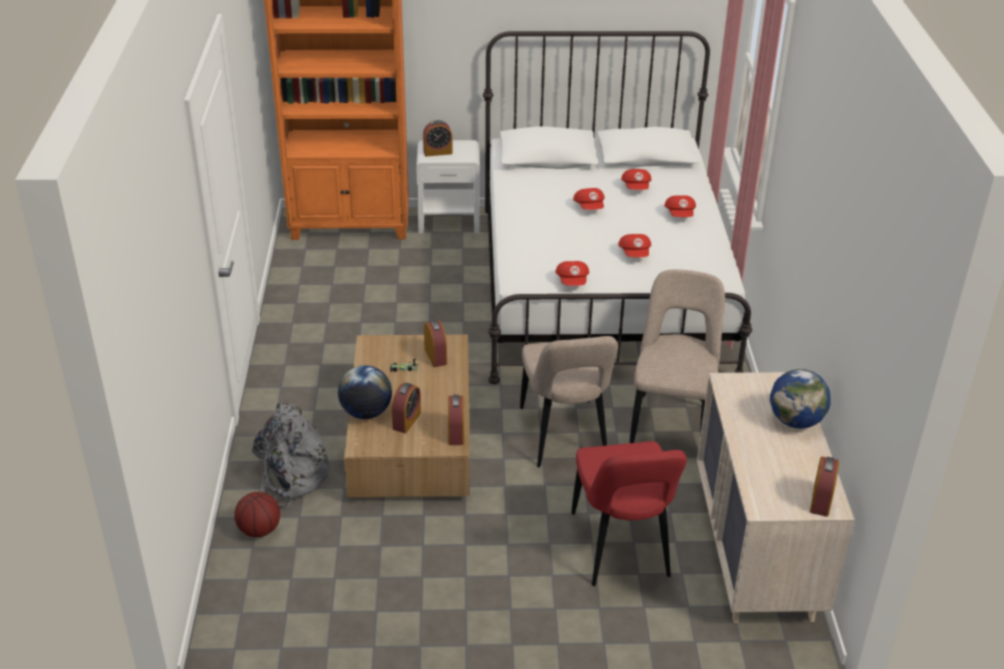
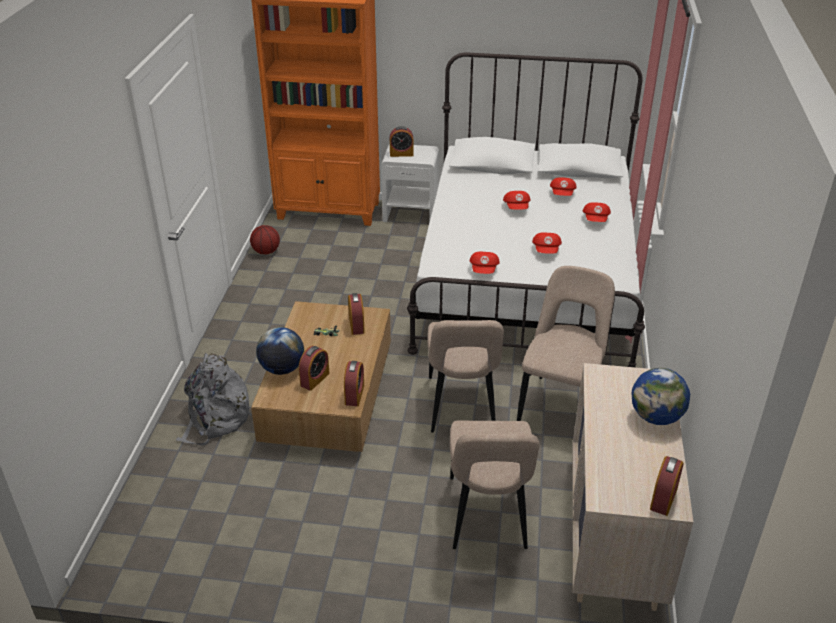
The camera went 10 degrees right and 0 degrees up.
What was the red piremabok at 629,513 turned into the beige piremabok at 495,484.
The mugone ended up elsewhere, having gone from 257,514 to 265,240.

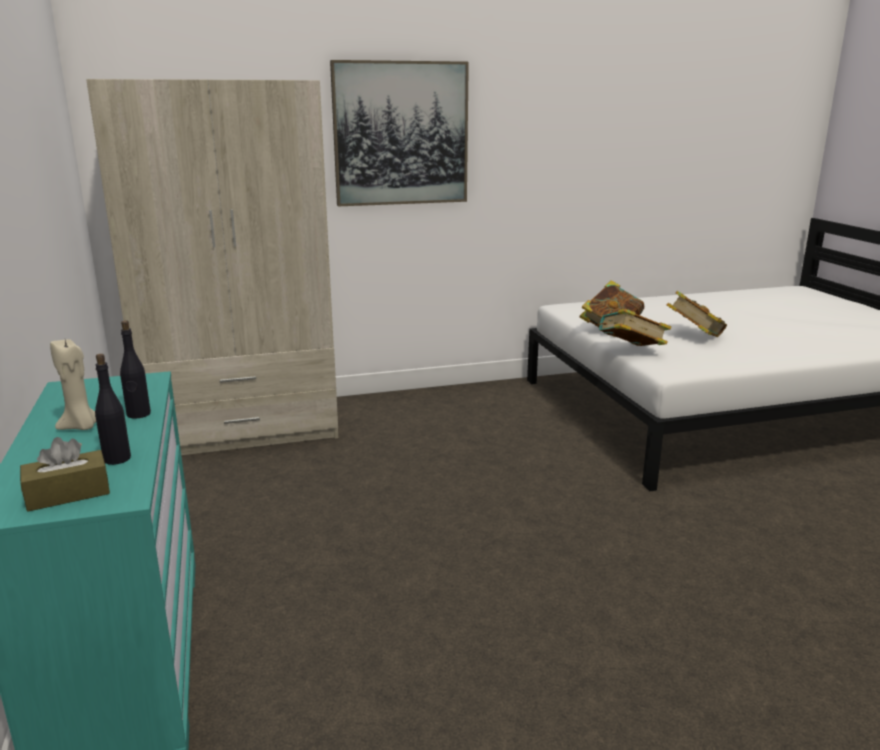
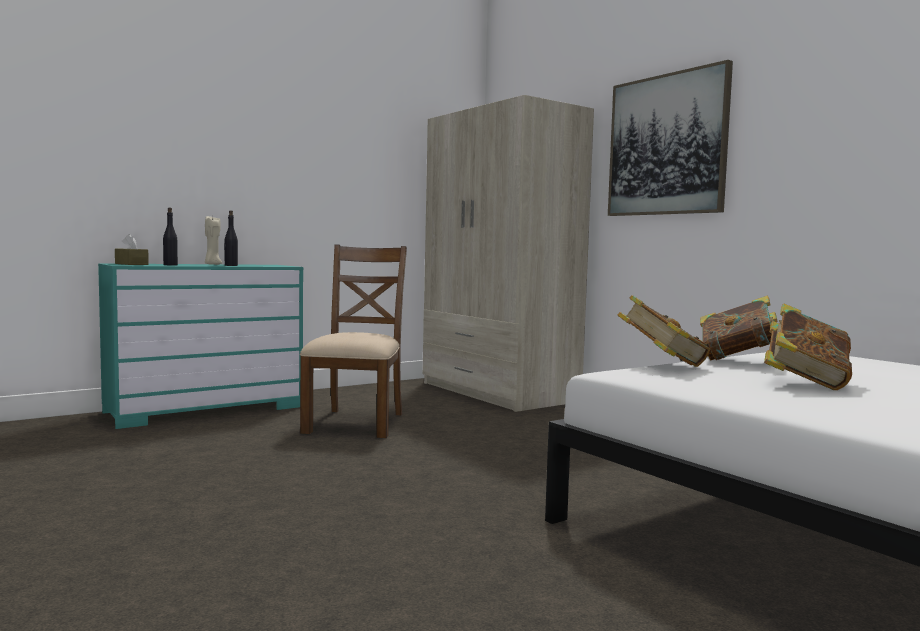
The camera went 70 degrees right and 15 degrees down.
The second view gained the brown piremabok at 353,341.

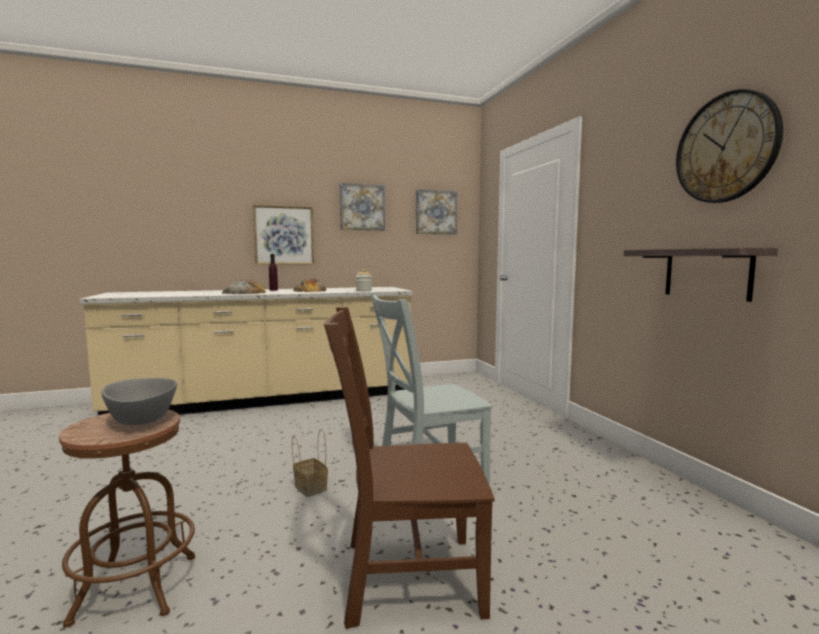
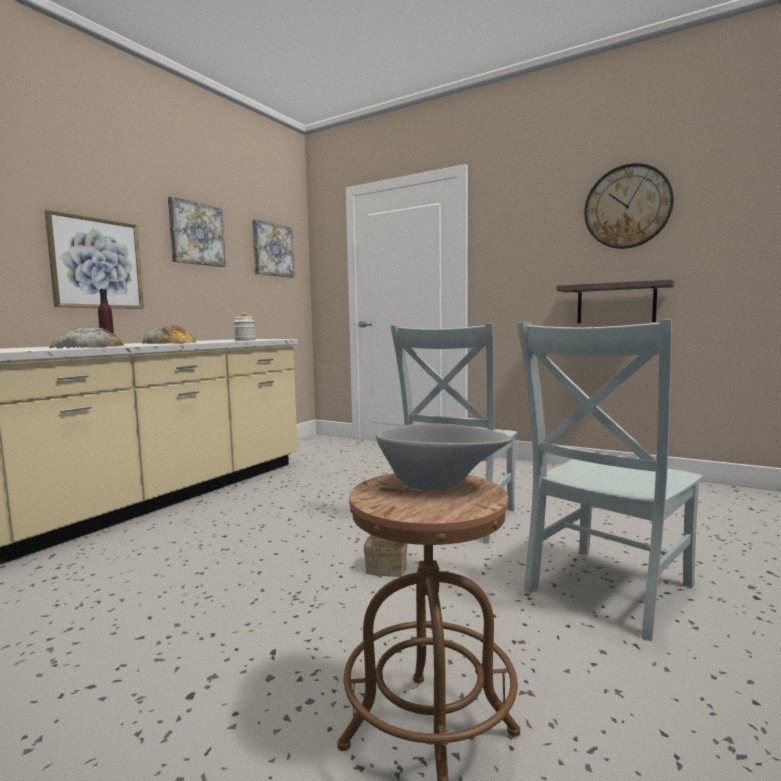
The camera went 40 degrees left and 0 degrees up.
What was the brown piremabok at 409,468 turned into the grey piremabok at 610,480.

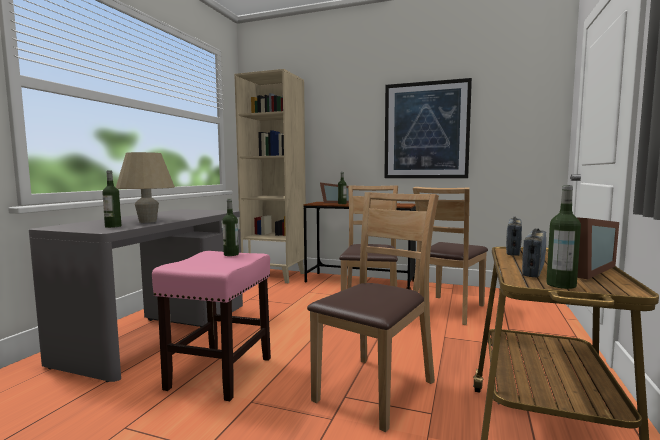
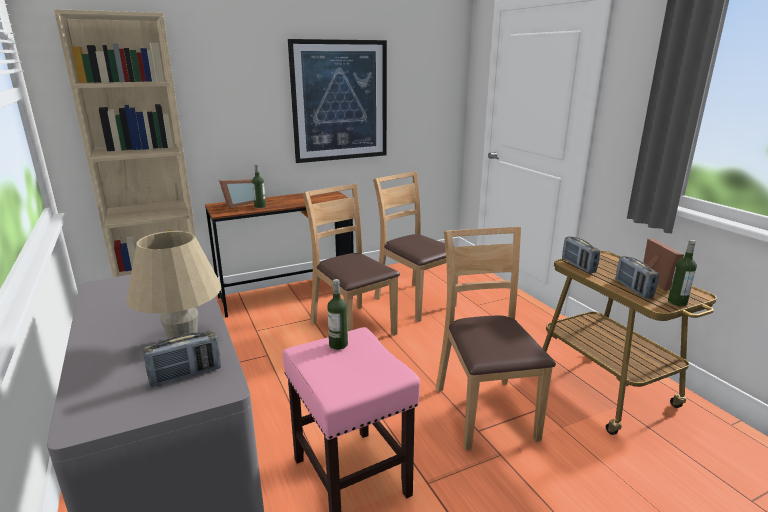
The camera went 45 degrees left and 15 degrees up.
Where the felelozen stood at 112,199, the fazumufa came to stand at 182,359.
The brown piremabok at 450,256 ended up facing another way, 150 degrees clockwise from before.

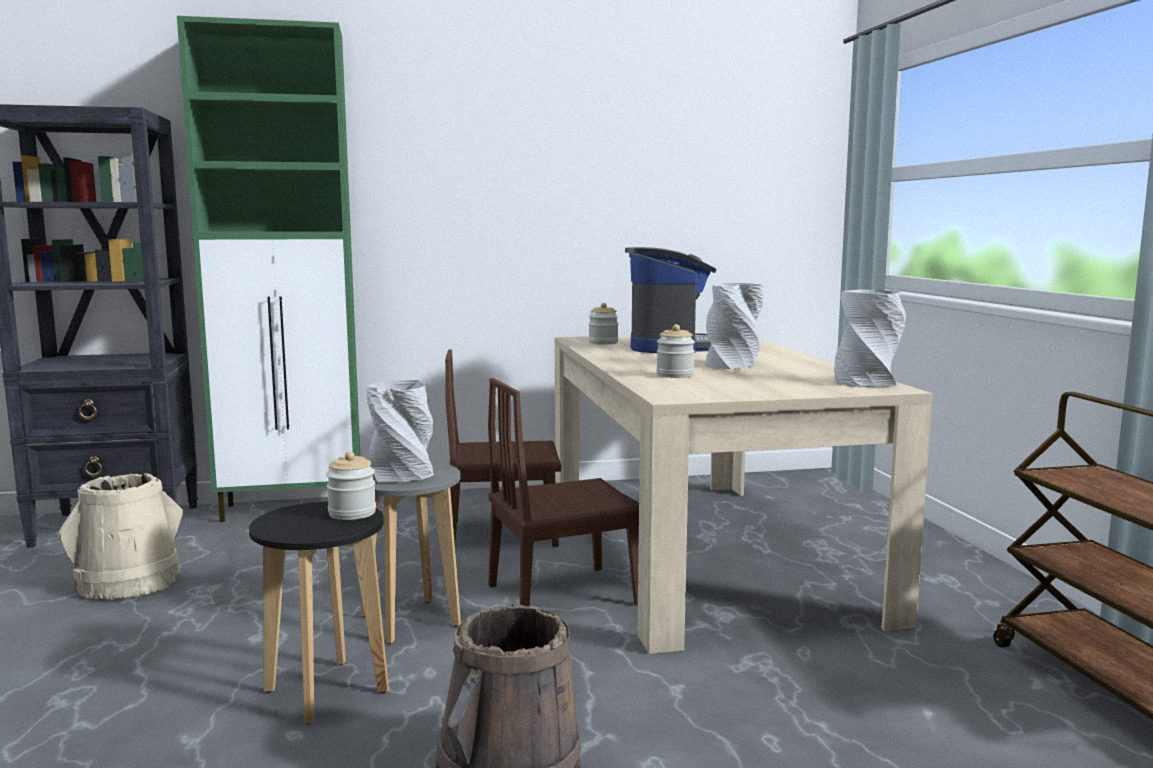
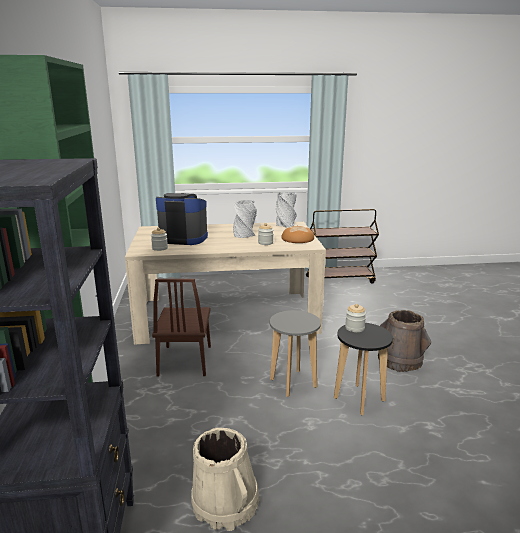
The camera went 85 degrees left and 10 degrees up.
The second view lost the brown piremabok at 563,492.
The second view lost the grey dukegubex at 400,431.
The second view gained the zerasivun at 298,234.

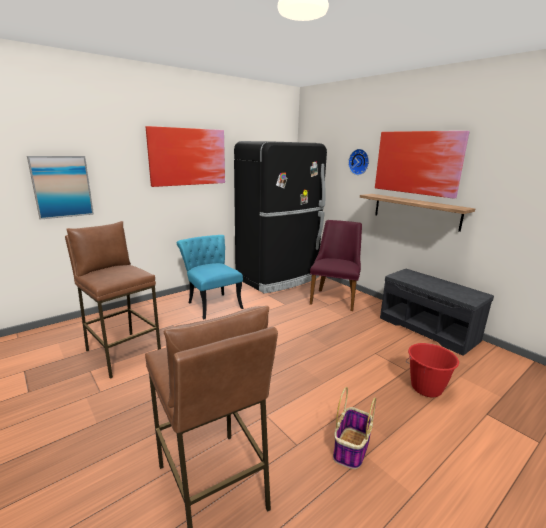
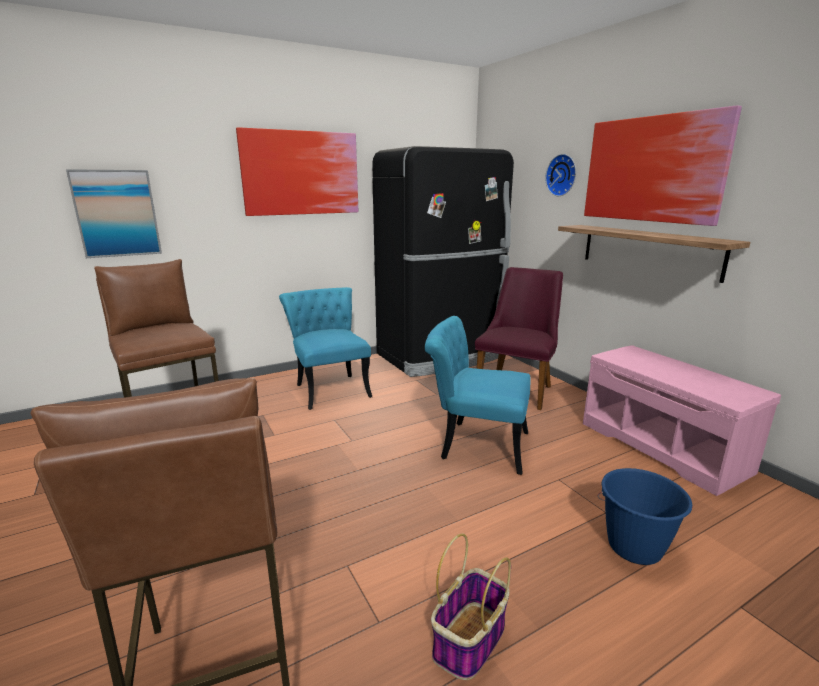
The camera went 10 degrees right and 0 degrees up.
What was the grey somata at 437,312 turned into the pink somata at 682,420.
What was the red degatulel at 432,370 turned into the blue degatulel at 645,516.
The second view gained the turquoise piremabok at 478,395.

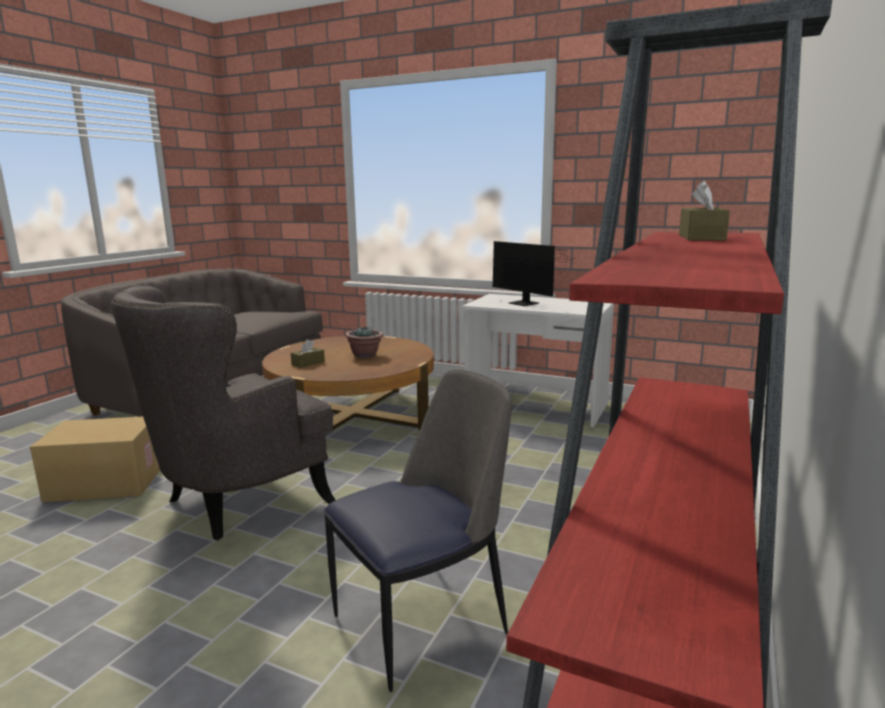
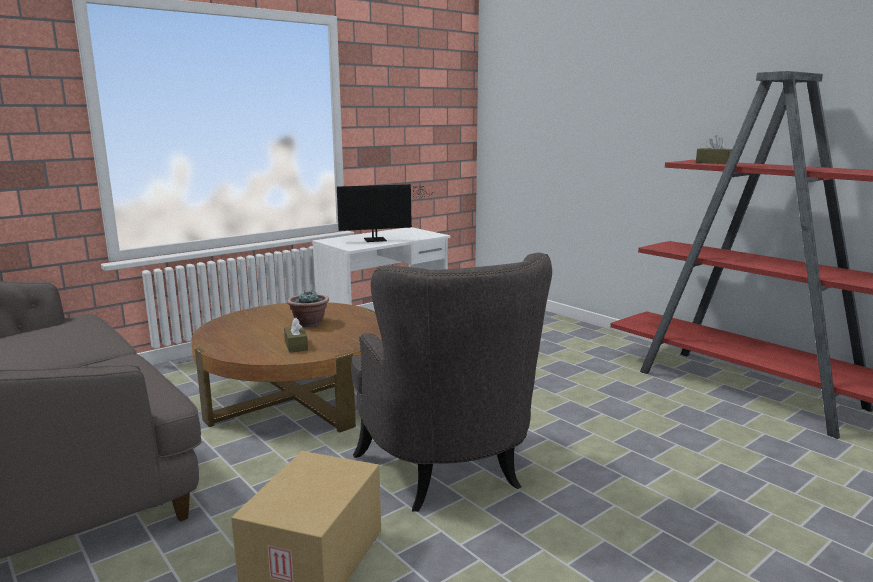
The camera went 65 degrees left and 0 degrees up.
The second view lost the piremabok at 418,531.

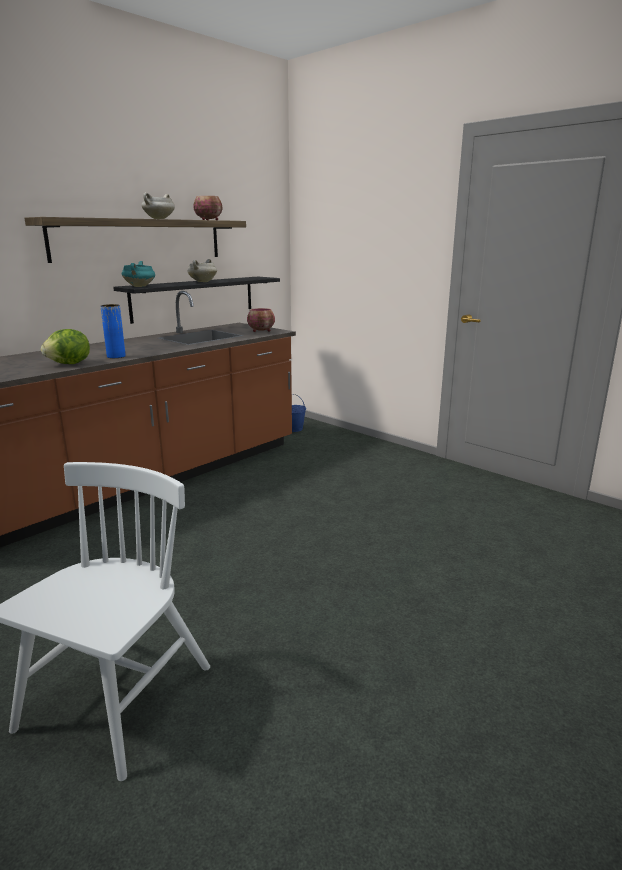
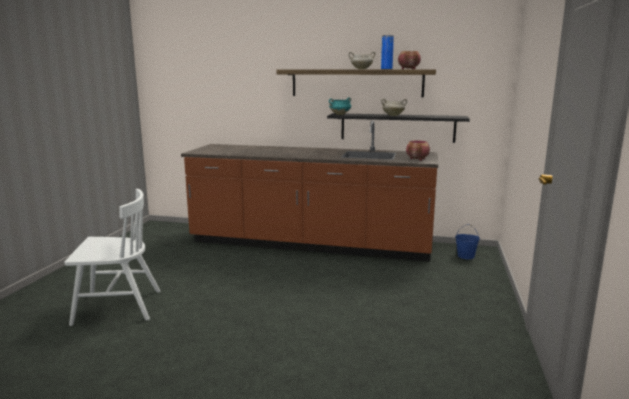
The camera went 60 degrees right and 5 degrees down.
The blue dukegubex ended up elsewhere, having gone from 113,331 to 387,52.
The second view lost the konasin at 65,346.

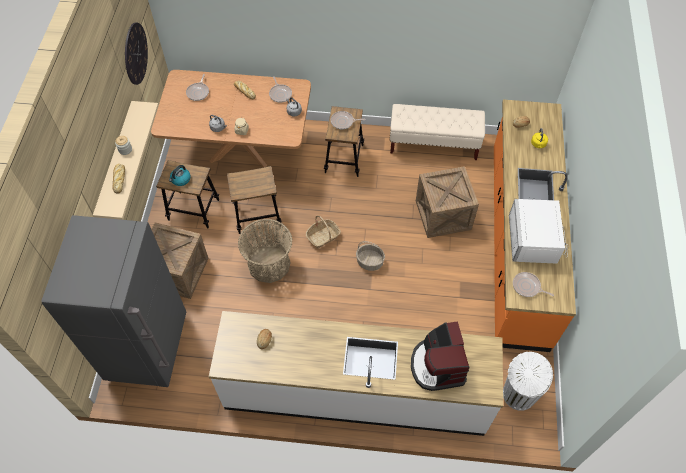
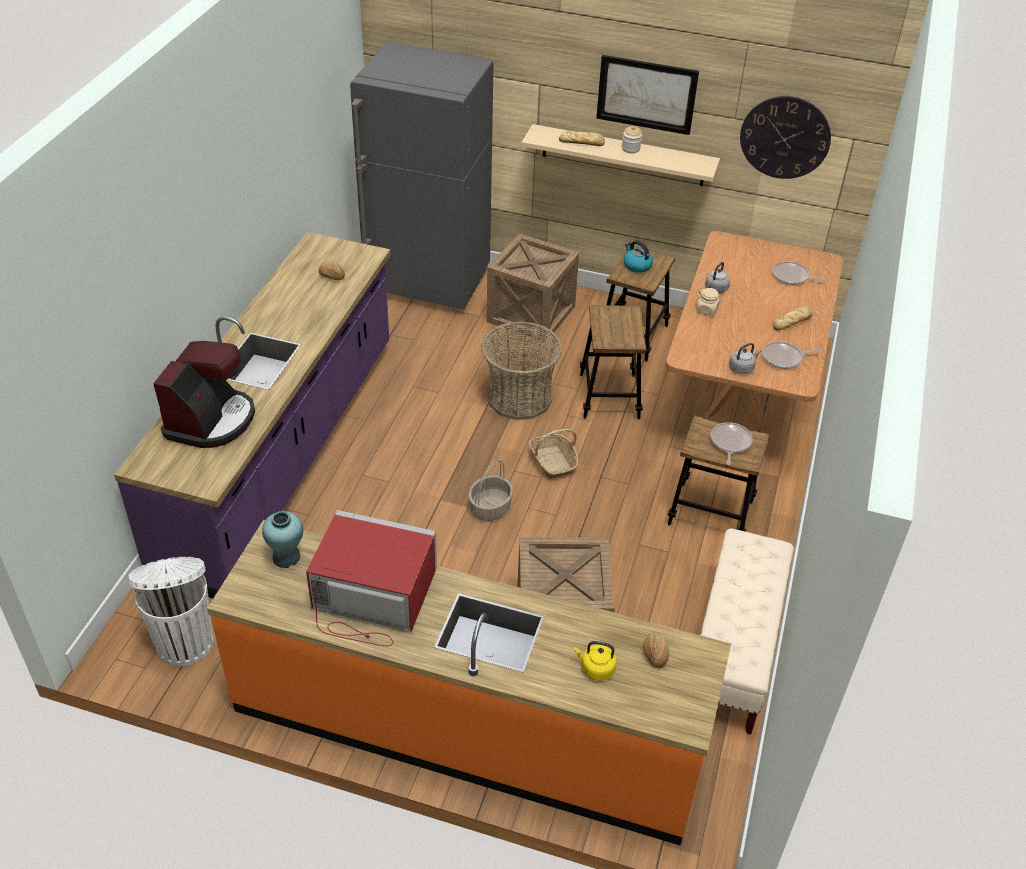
The camera went 100 degrees right and 15 degrees down.
What was the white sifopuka at 538,231 turned into the red sifopuka at 371,578.
Where the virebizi stood at 533,284, the turquoise dukegubex came to stand at 282,539.
What was the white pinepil at 356,373 turned into the purple pinepil at 252,415.
The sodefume at 440,356 ended up facing another way, 105 degrees clockwise from before.
The second view gained the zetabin at 647,95.

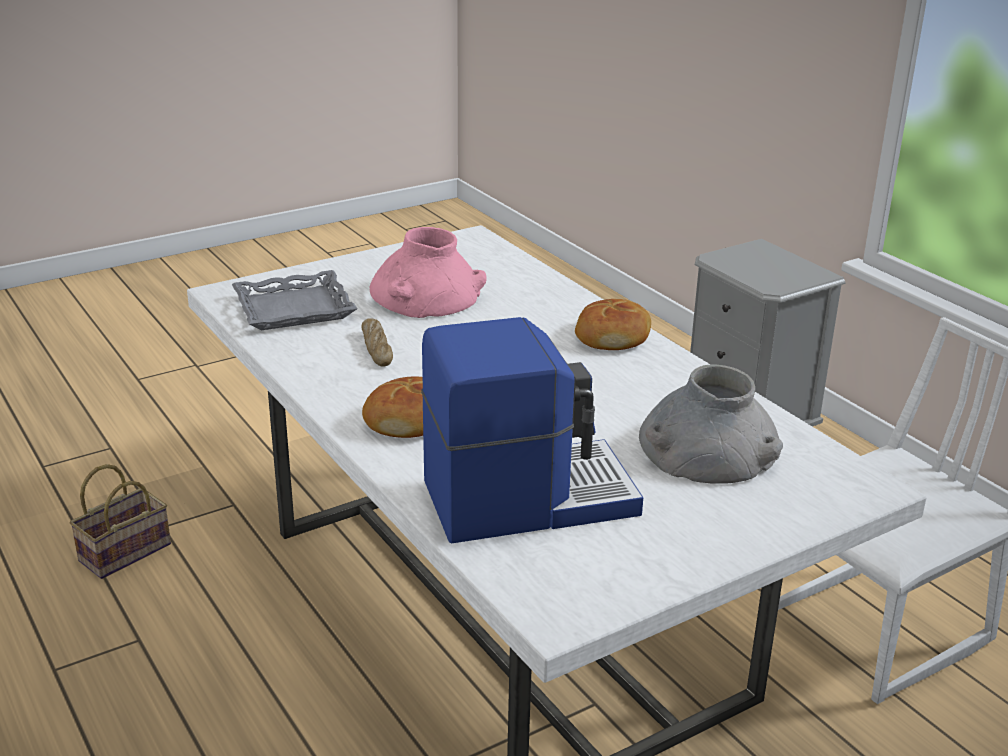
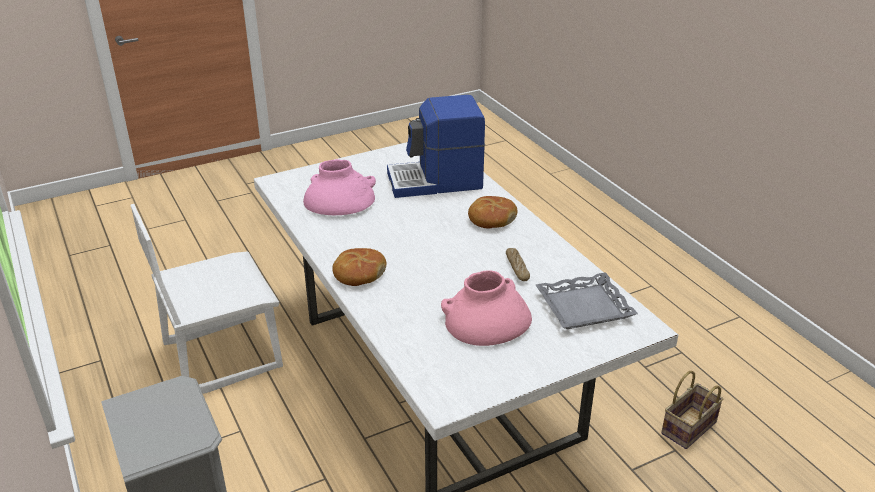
The camera went 175 degrees left and 5 degrees up.
What was the grey dukegubex at 711,424 turned into the pink dukegubex at 339,187.

